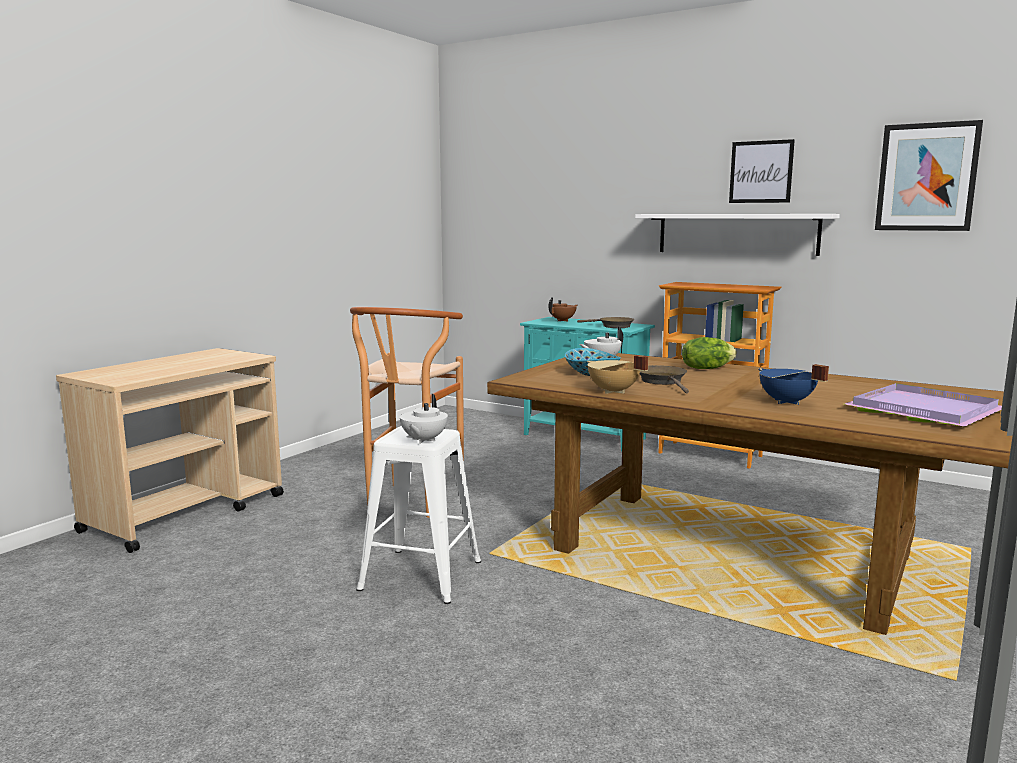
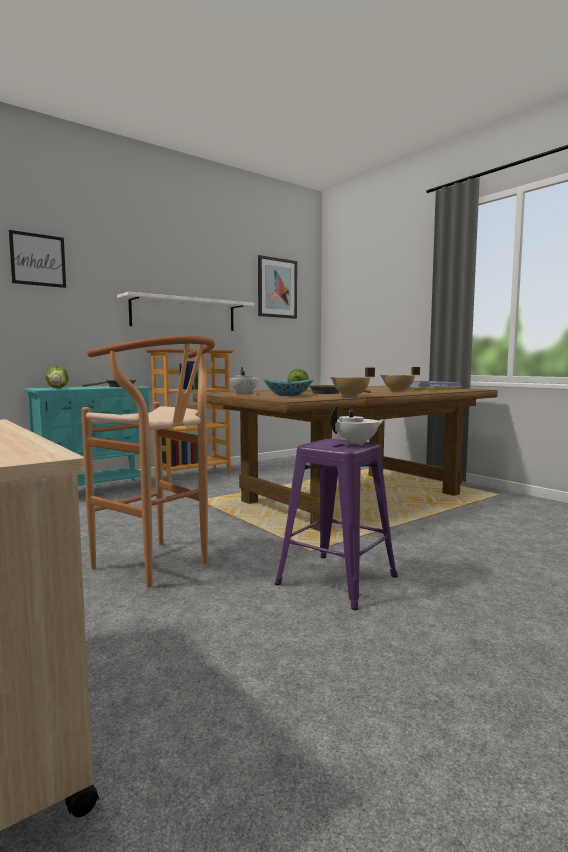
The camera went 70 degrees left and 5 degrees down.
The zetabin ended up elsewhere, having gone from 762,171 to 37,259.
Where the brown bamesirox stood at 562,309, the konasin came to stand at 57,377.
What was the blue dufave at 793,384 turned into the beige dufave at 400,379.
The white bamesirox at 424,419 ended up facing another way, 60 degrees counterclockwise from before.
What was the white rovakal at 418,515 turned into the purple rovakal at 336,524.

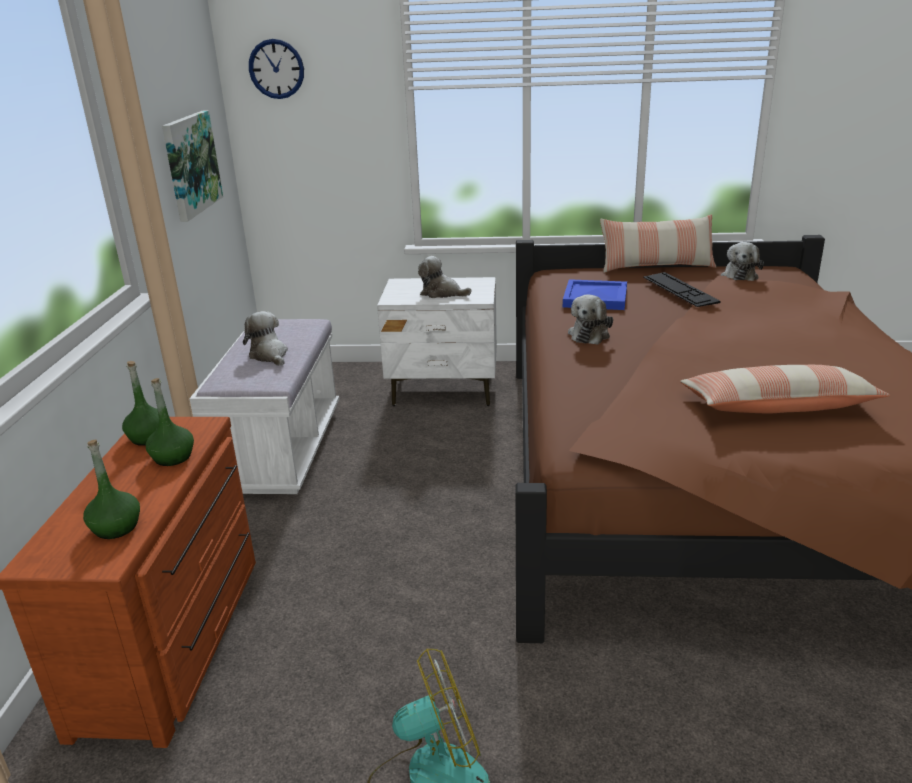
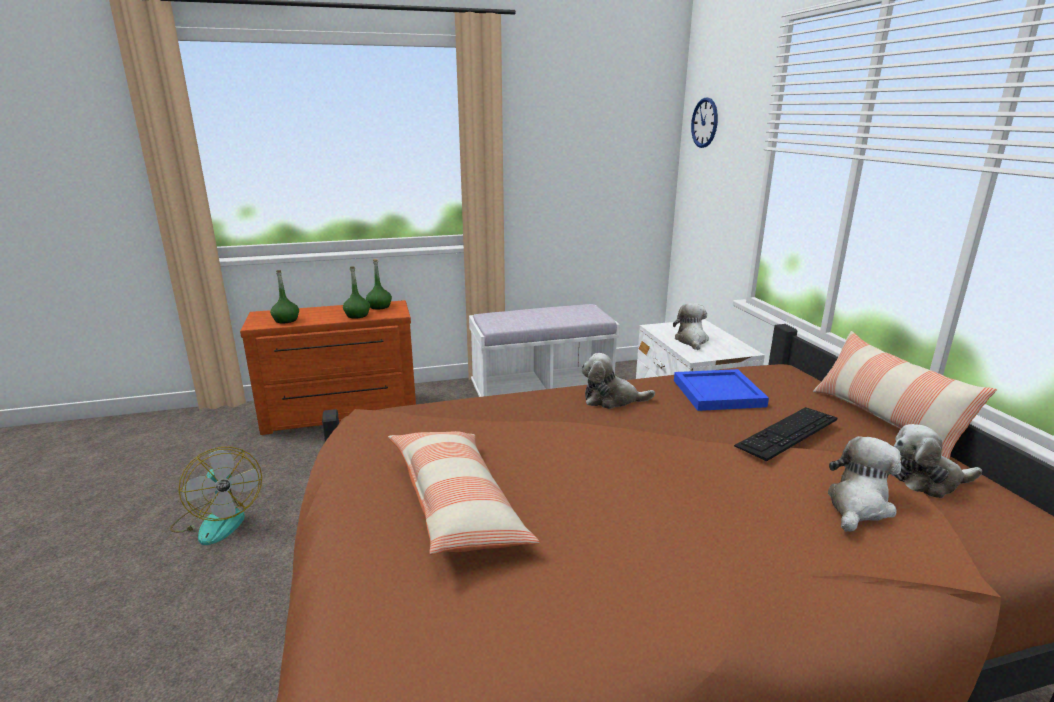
The camera went 70 degrees right and 5 degrees down.
The second view lost the zetabin at 192,166.
The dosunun ended up elsewhere, having gone from 265,338 to 864,484.

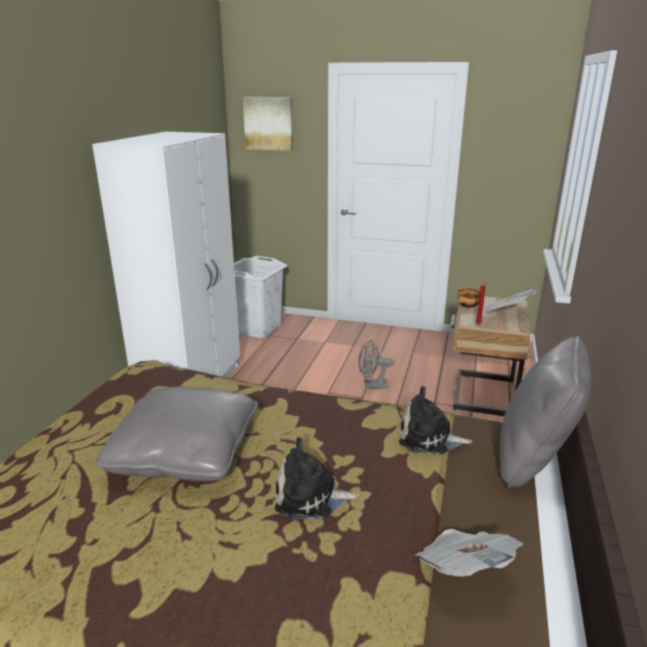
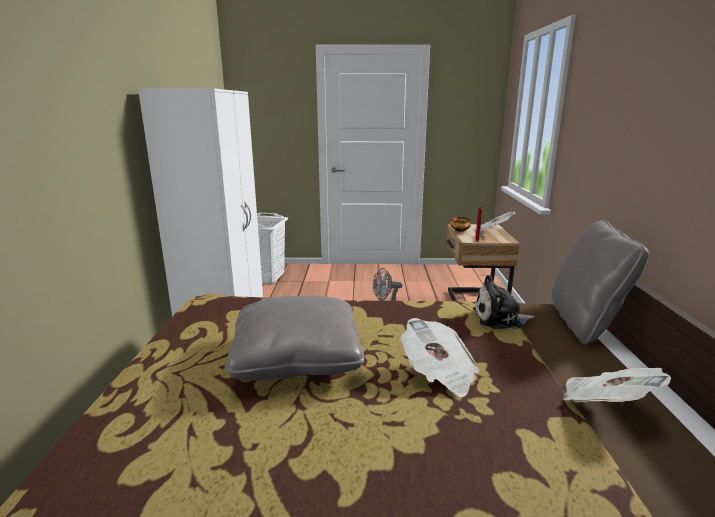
The camera went 15 degrees left and 5 degrees down.
The second view lost the zetabin at 268,124.
Where the dosunun stood at 317,478, the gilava came to stand at 439,357.

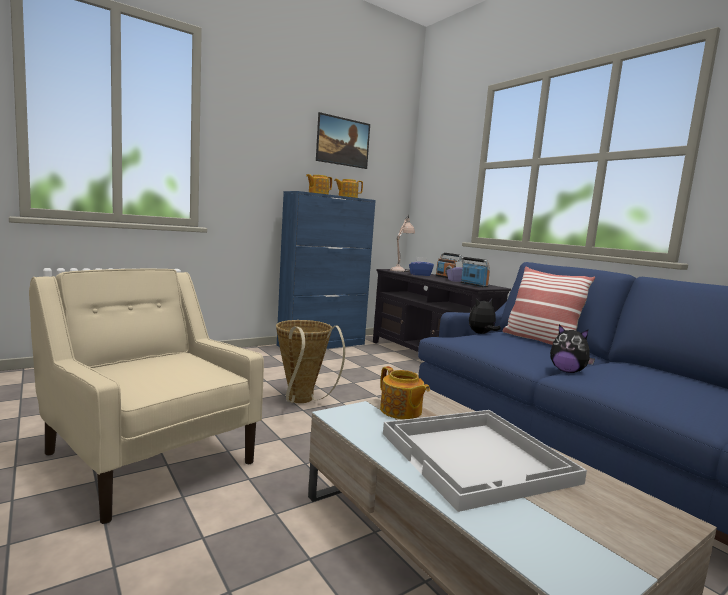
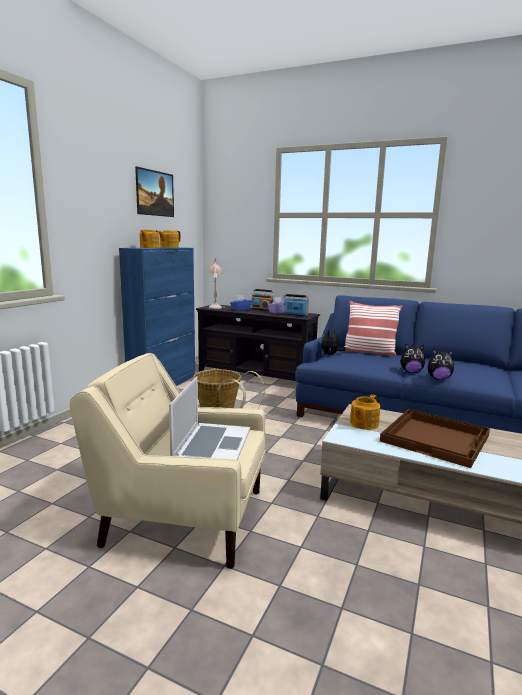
The camera went 30 degrees left and 5 degrees up.
The bamesirox at 405,393 ended up facing another way, 105 degrees clockwise from before.
What was the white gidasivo at 485,461 turned into the brown gidasivo at 435,438.
The second view gained the dosunun at 441,364.
The second view gained the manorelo at 209,418.

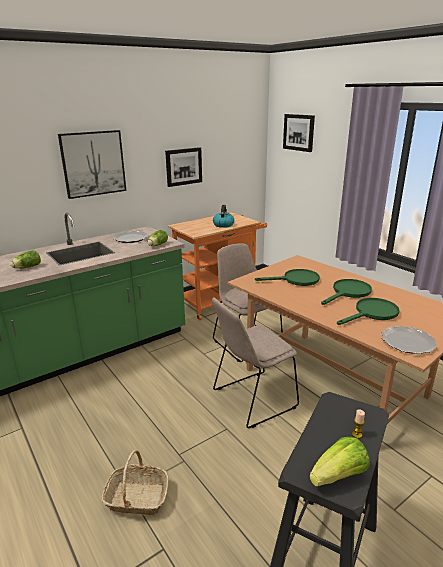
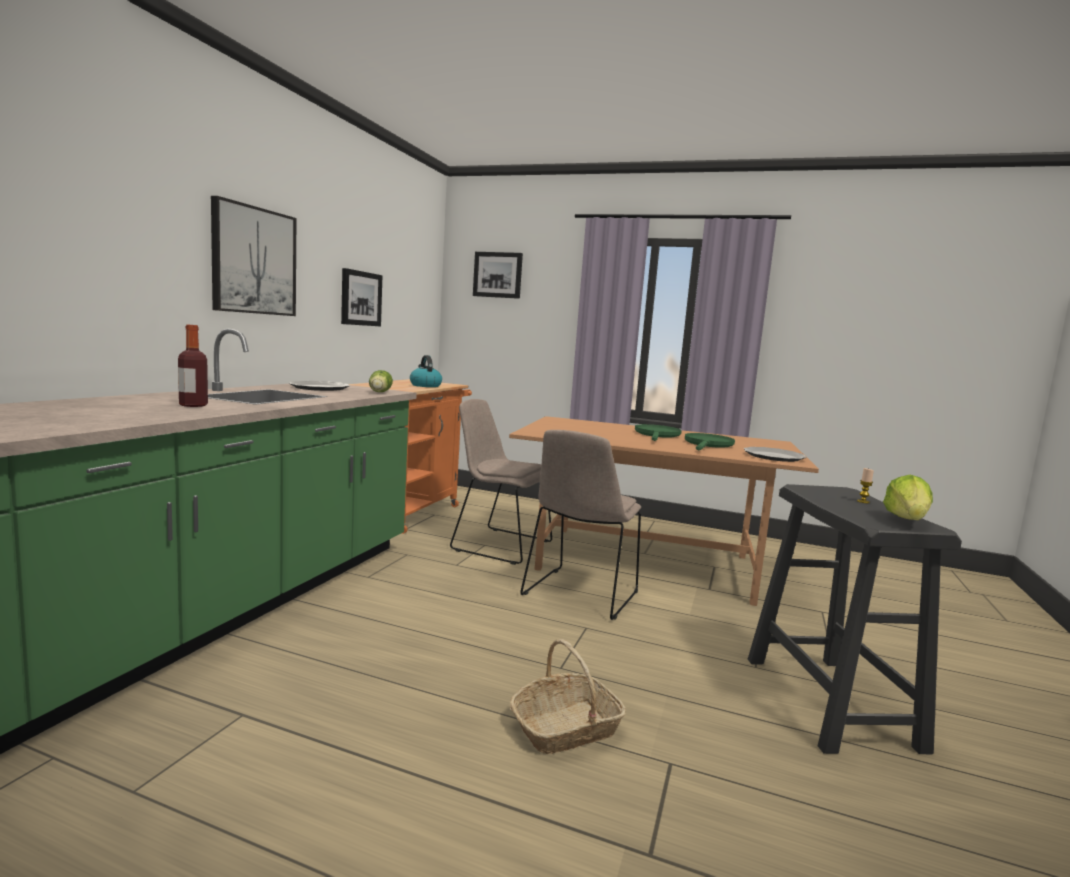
The camera went 35 degrees left and 15 degrees down.
Where the konasin stood at 25,260, the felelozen came to stand at 193,366.
The second view lost the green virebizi at 287,277.

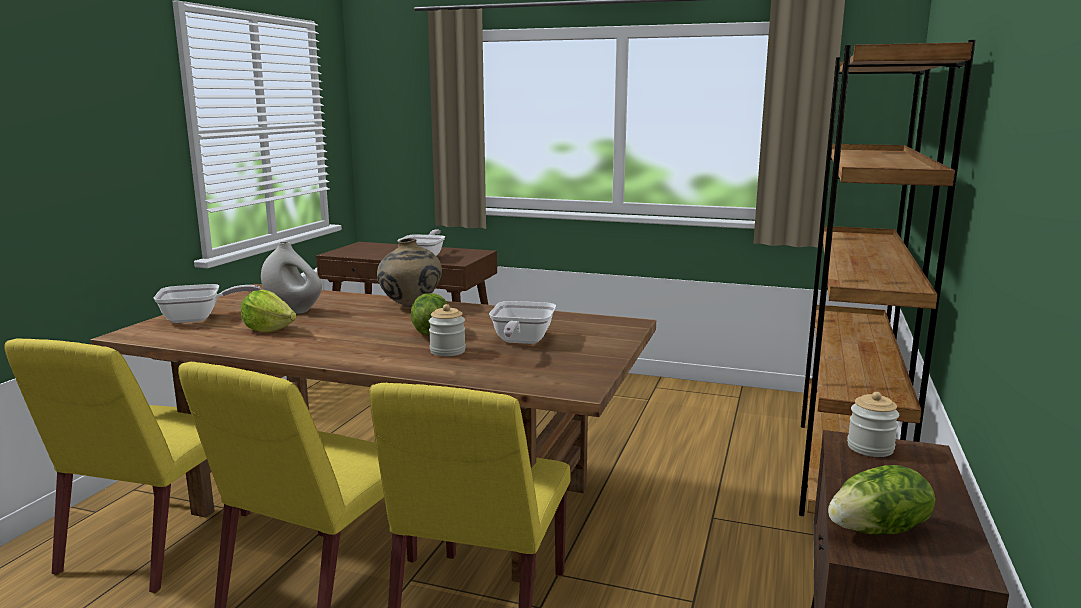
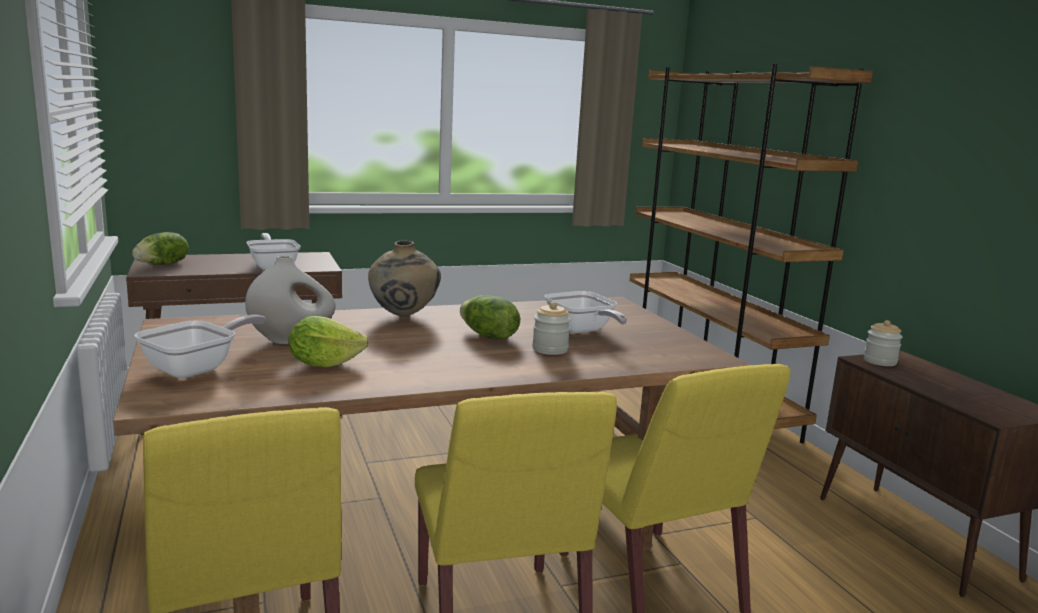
The camera went 40 degrees left and 0 degrees up.
The konasin ended up elsewhere, having gone from 881,500 to 160,248.

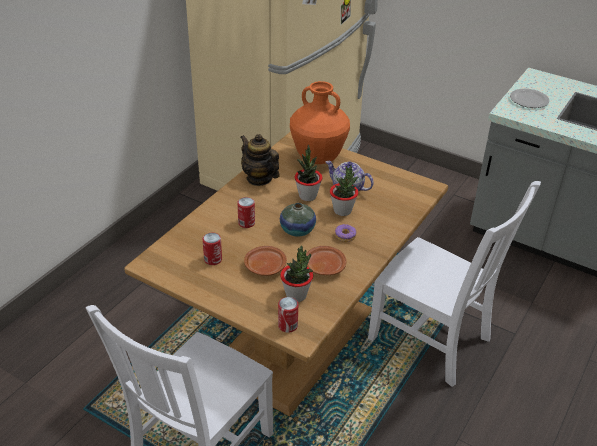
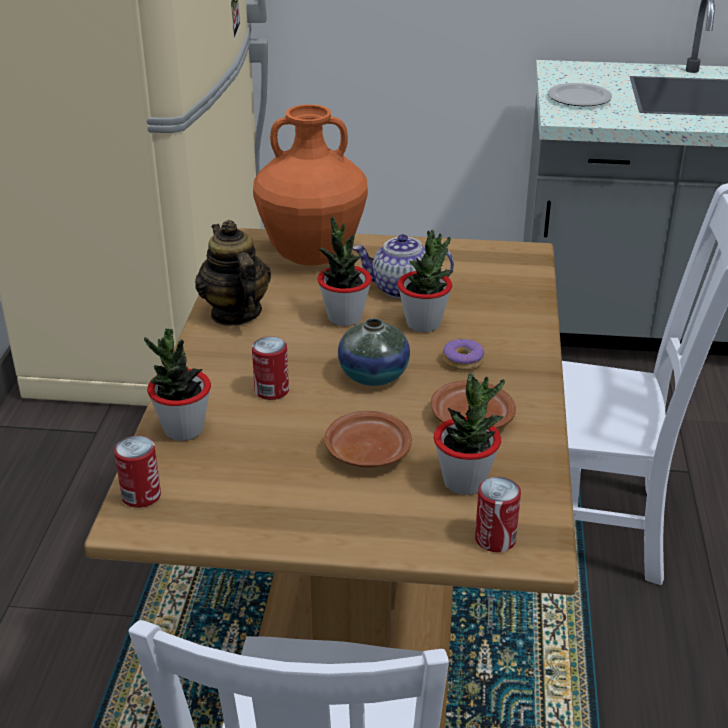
The camera went 25 degrees left and 5 degrees down.
The bamesirox at 260,160 ended up facing another way, 45 degrees clockwise from before.
The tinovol ended up elsewhere, having gone from 212,249 to 137,472.
The second view gained the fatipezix at 177,385.

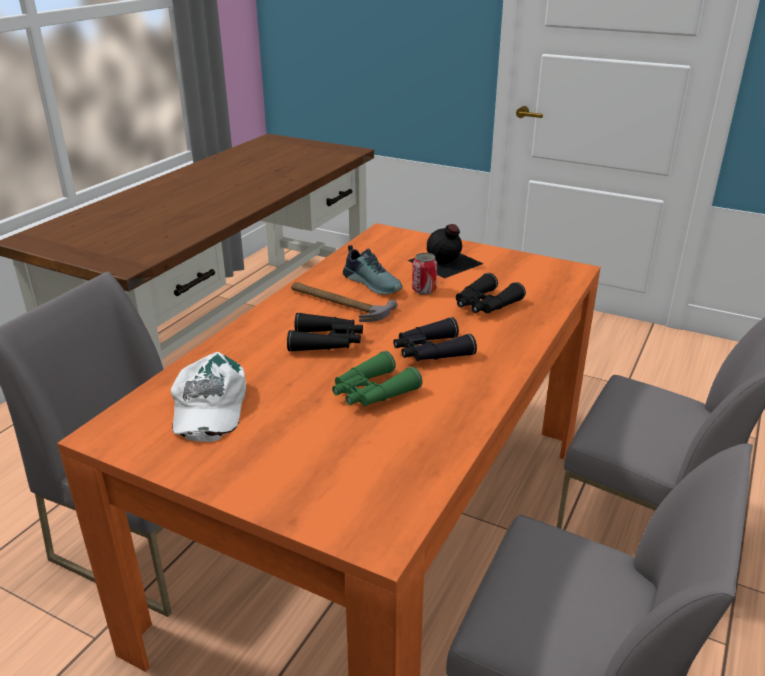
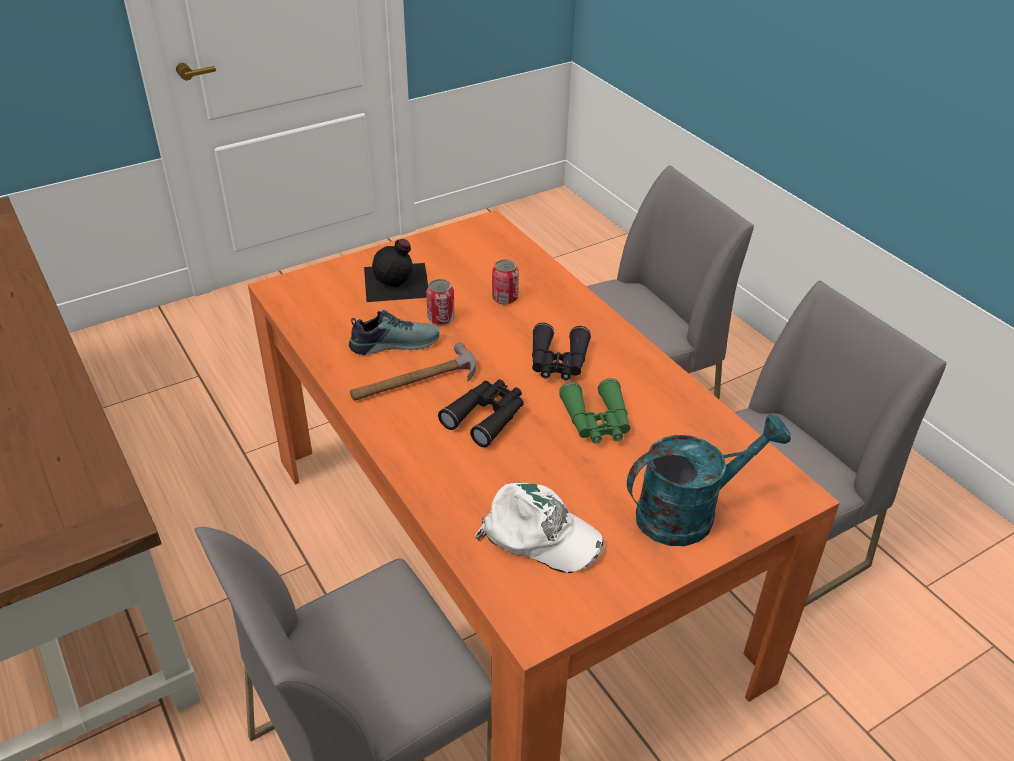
The camera went 60 degrees left and 10 degrees up.
Where the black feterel stood at 491,293, the tinovol came to stand at 505,282.
The second view gained the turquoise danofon at 709,480.

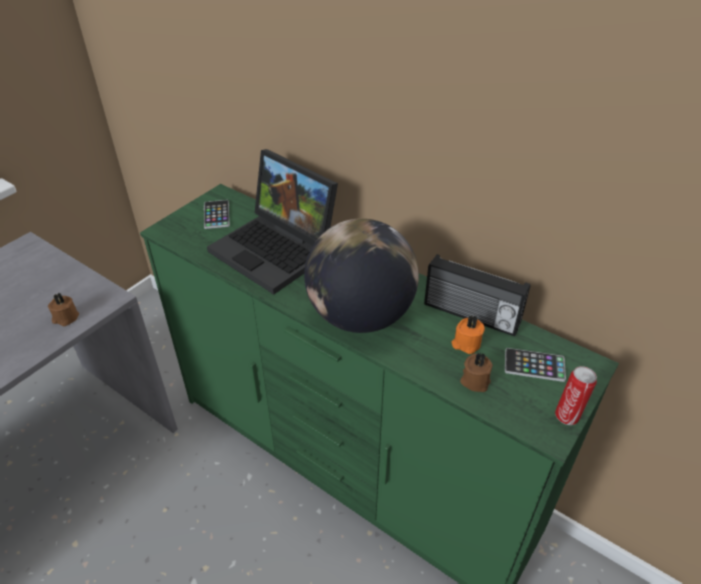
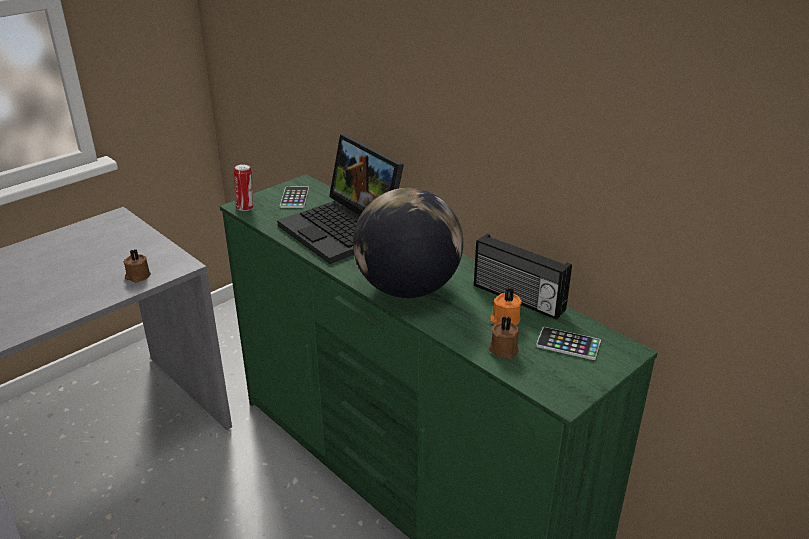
The camera went 10 degrees right and 10 degrees down.
The tinovol ended up elsewhere, having gone from 576,395 to 243,187.

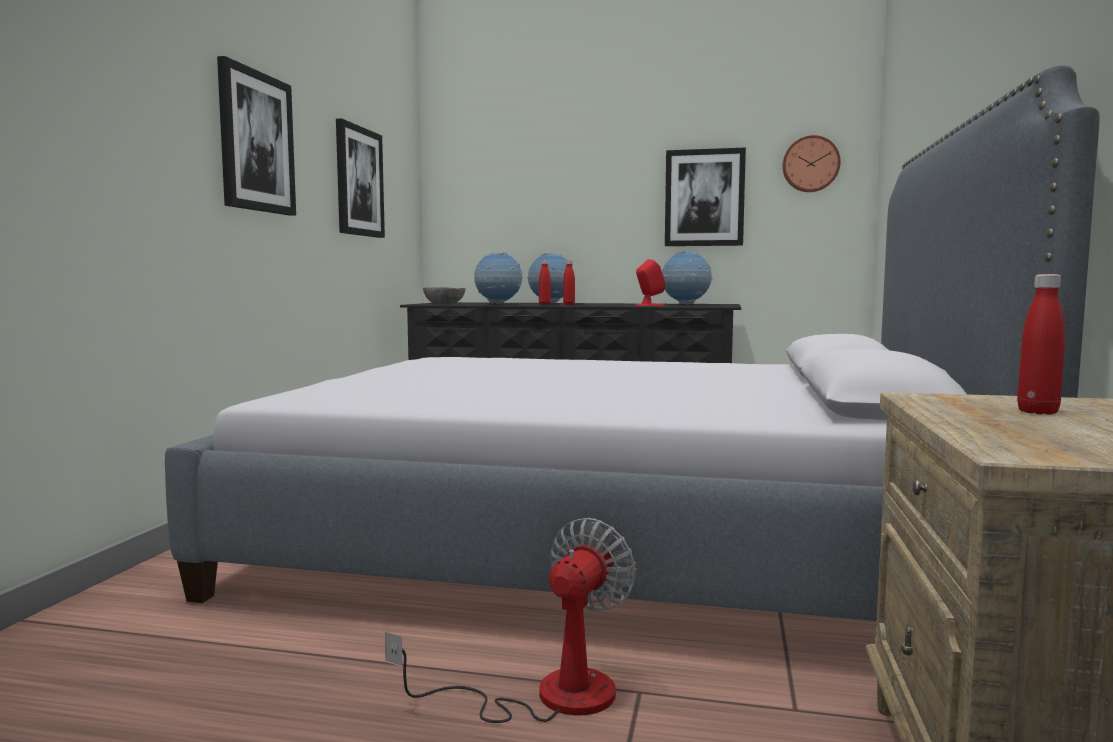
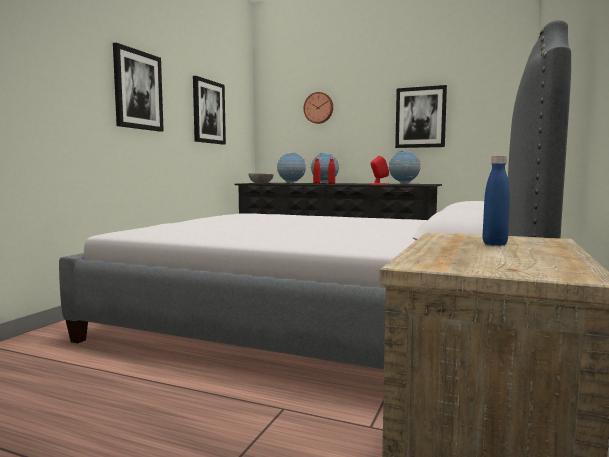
The camera went 10 degrees right and 0 degrees up.
The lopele ended up elsewhere, having gone from 811,163 to 318,108.
What was the red felelozen at 1041,344 turned into the blue felelozen at 496,200.
The second view lost the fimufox at 510,620.

